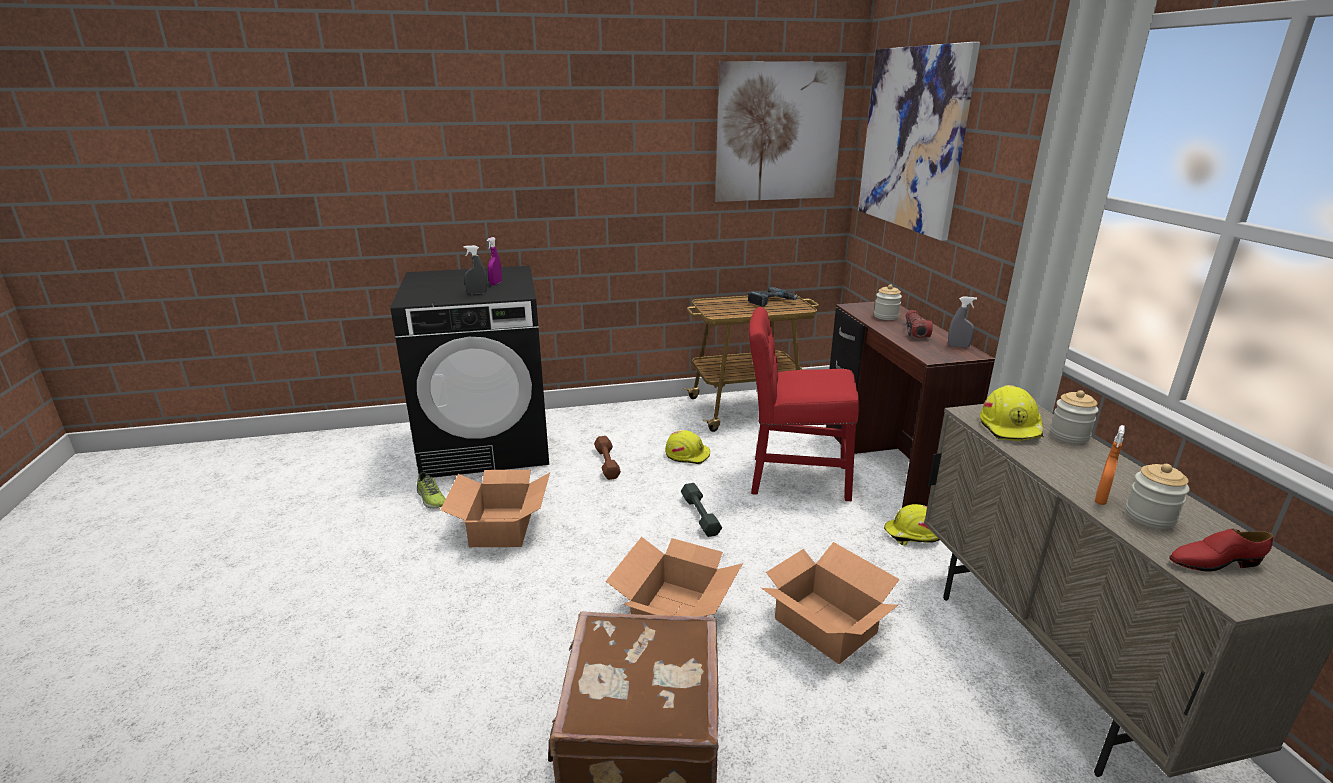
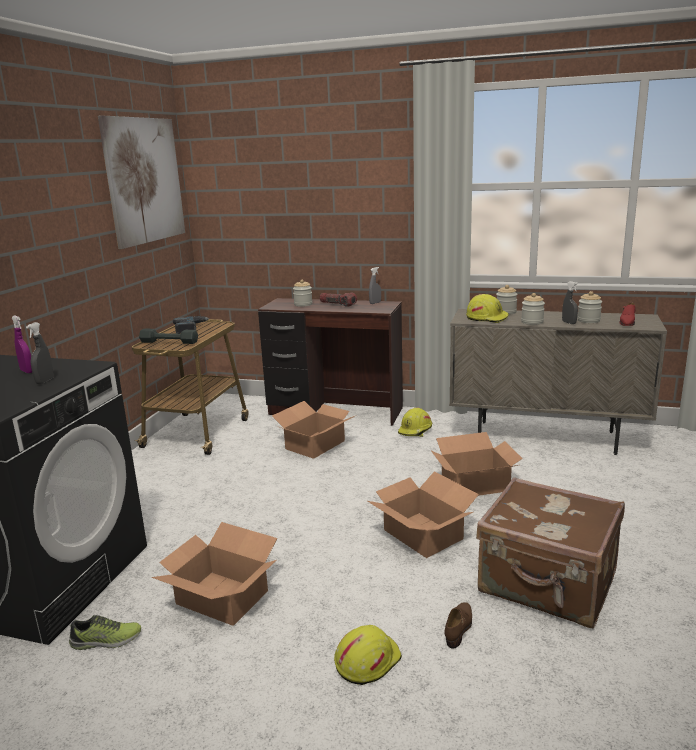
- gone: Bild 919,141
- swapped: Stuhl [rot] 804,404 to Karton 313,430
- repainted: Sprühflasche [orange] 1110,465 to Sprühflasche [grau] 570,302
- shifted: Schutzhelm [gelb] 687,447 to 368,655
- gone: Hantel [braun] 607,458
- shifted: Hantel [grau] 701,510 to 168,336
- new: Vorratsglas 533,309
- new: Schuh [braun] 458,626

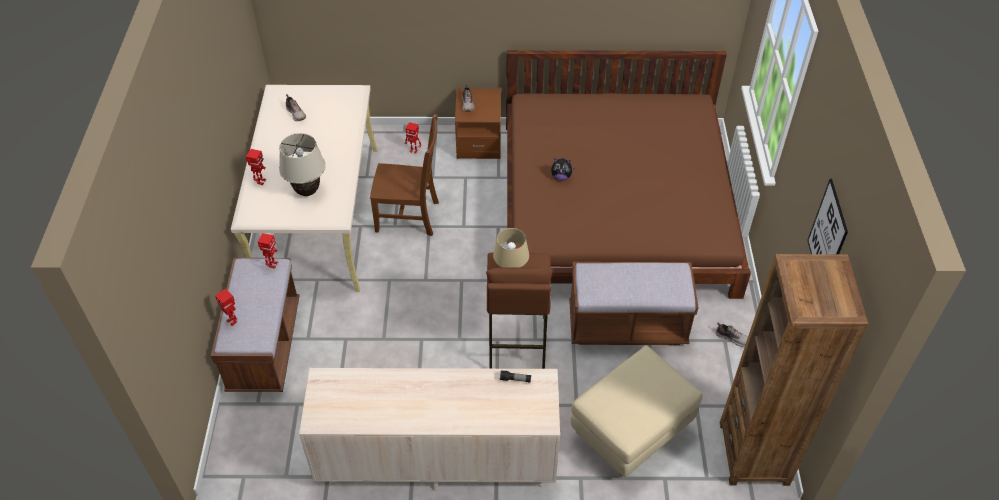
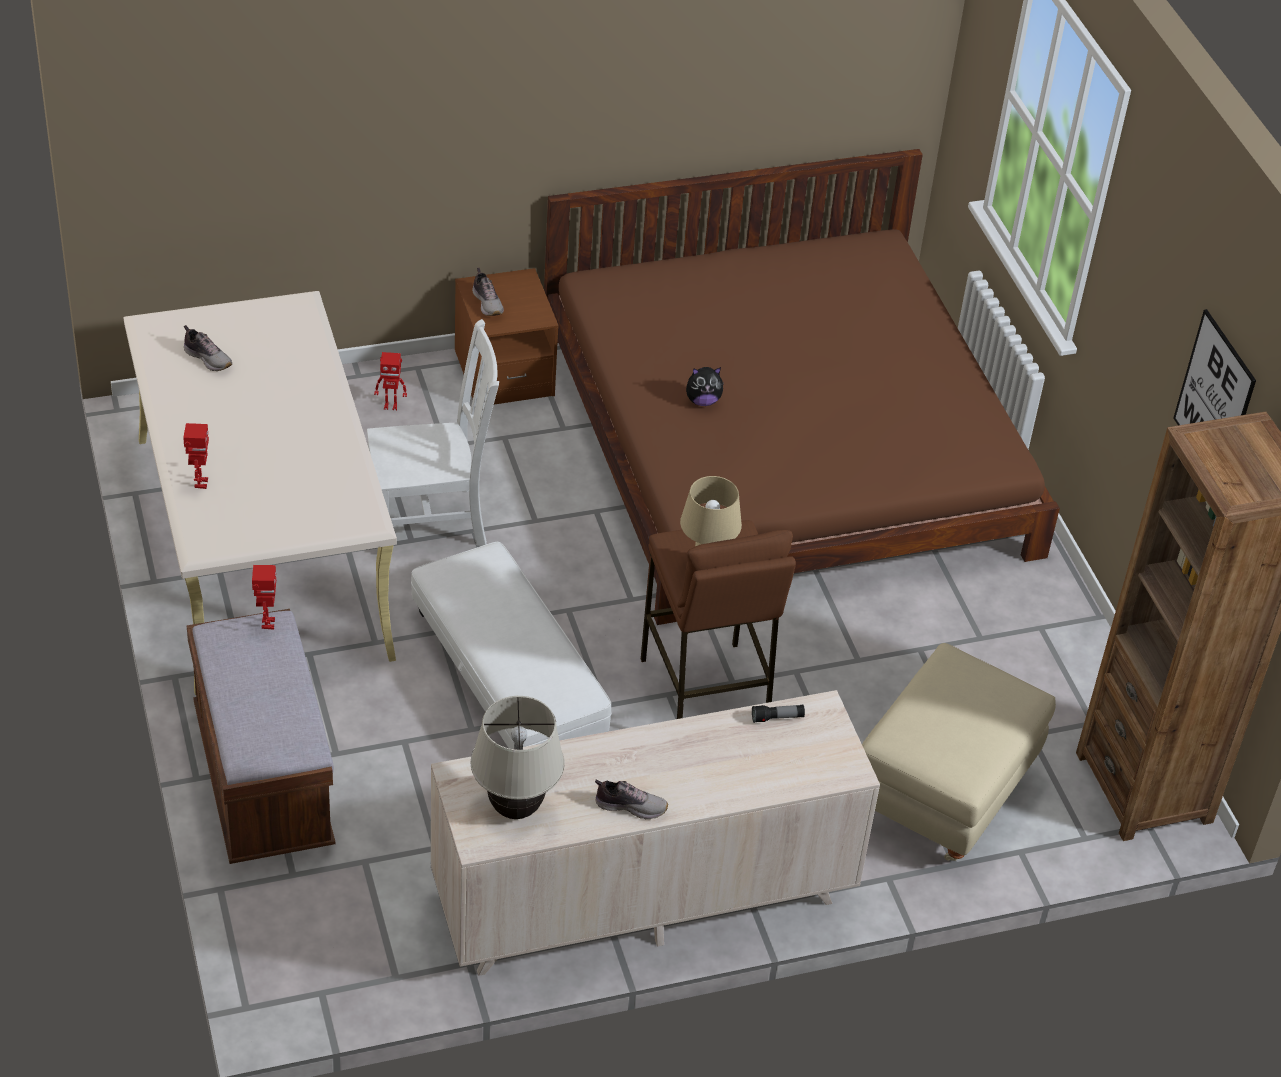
- repainted: Stuhl [braun] 404,175 to Stuhl [weiß] 433,432
- shifted: Tischlampe [beige] 302,164 to 518,757
- gone: Bank [braun] 634,303
- gone: Spielzeugroboter 226,307
- shifted: Schuh 732,335 to 631,799
- new: Polsterhocker [weiß] 511,645

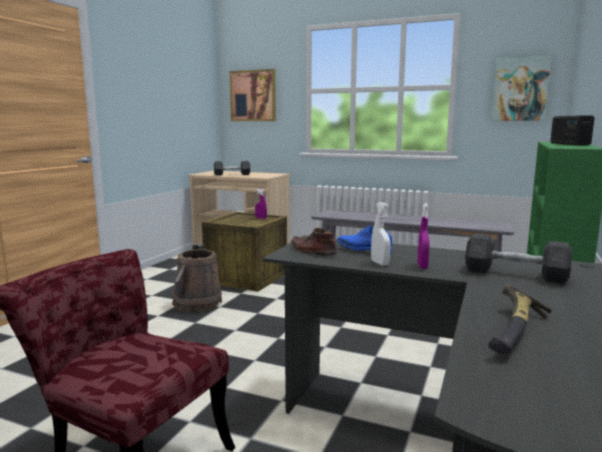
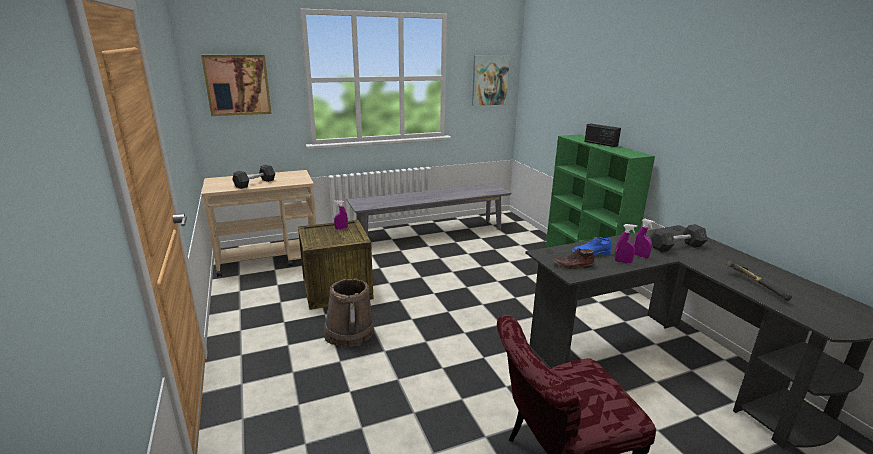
- repainted: Sprühflasche [weiß] 381,234 to Sprühflasche [lila] 626,244

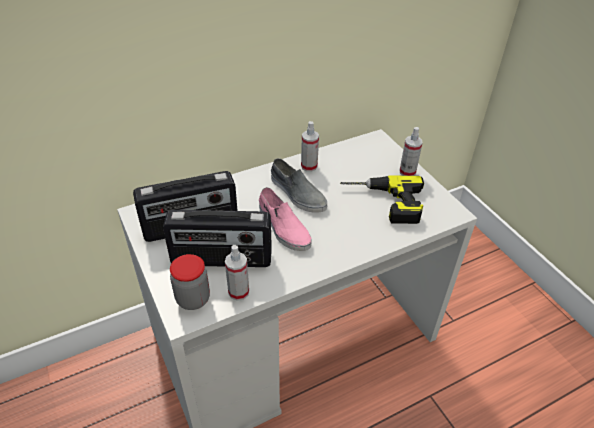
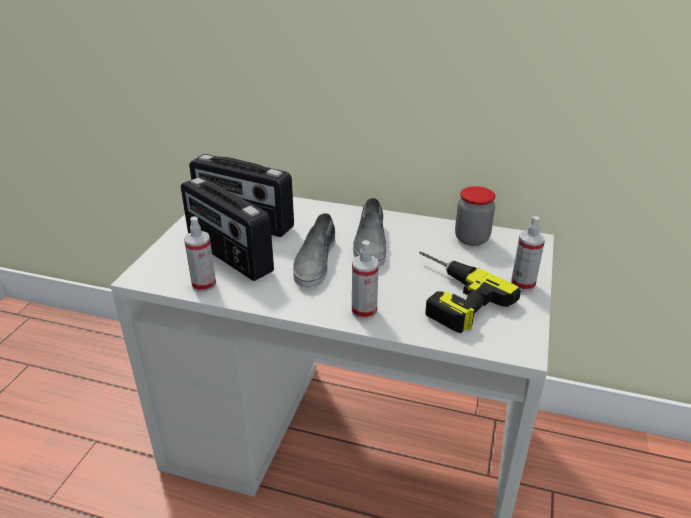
- shifted: Sprühflasche 310,146 to 365,279
- repainted: Schuh [rosa] 285,219 to Schuh [grau] 314,250
- shifted: Vorratsglas 190,282 to 475,216

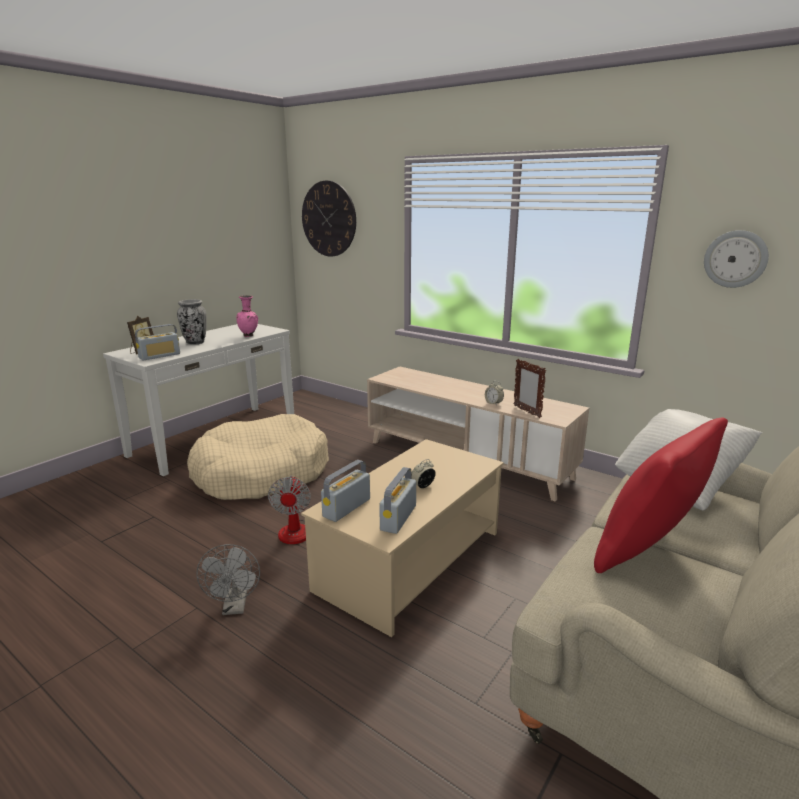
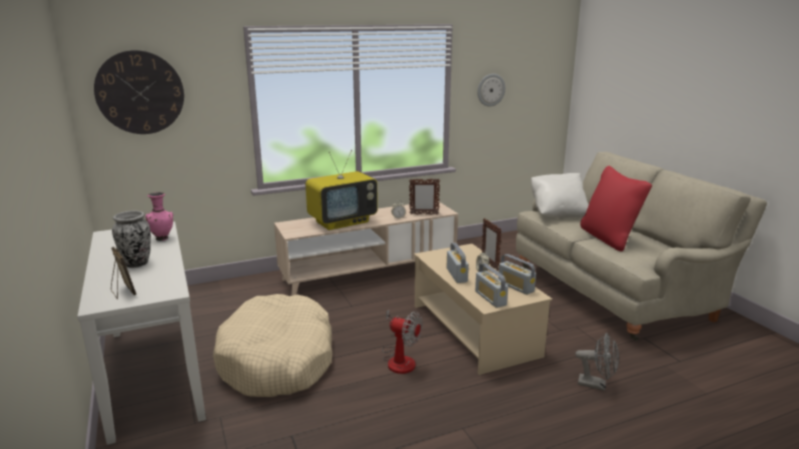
- shifted: Radio 157,342 to 458,263
- shifted: Ventilator [grau] 228,579 to 597,362
- new: Fernseher 341,190
- new: Bilderrahmen 491,244

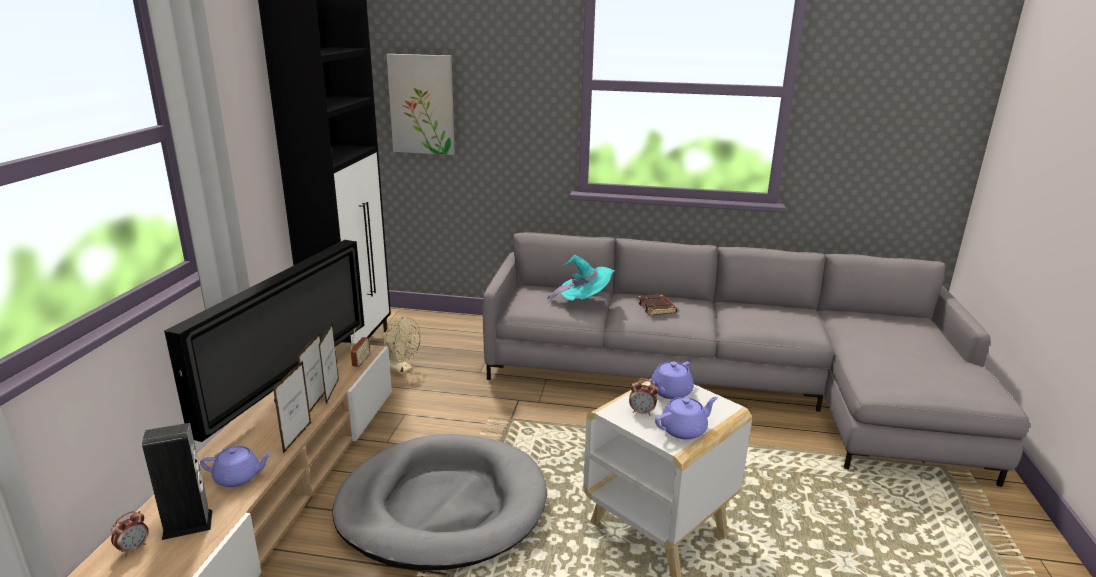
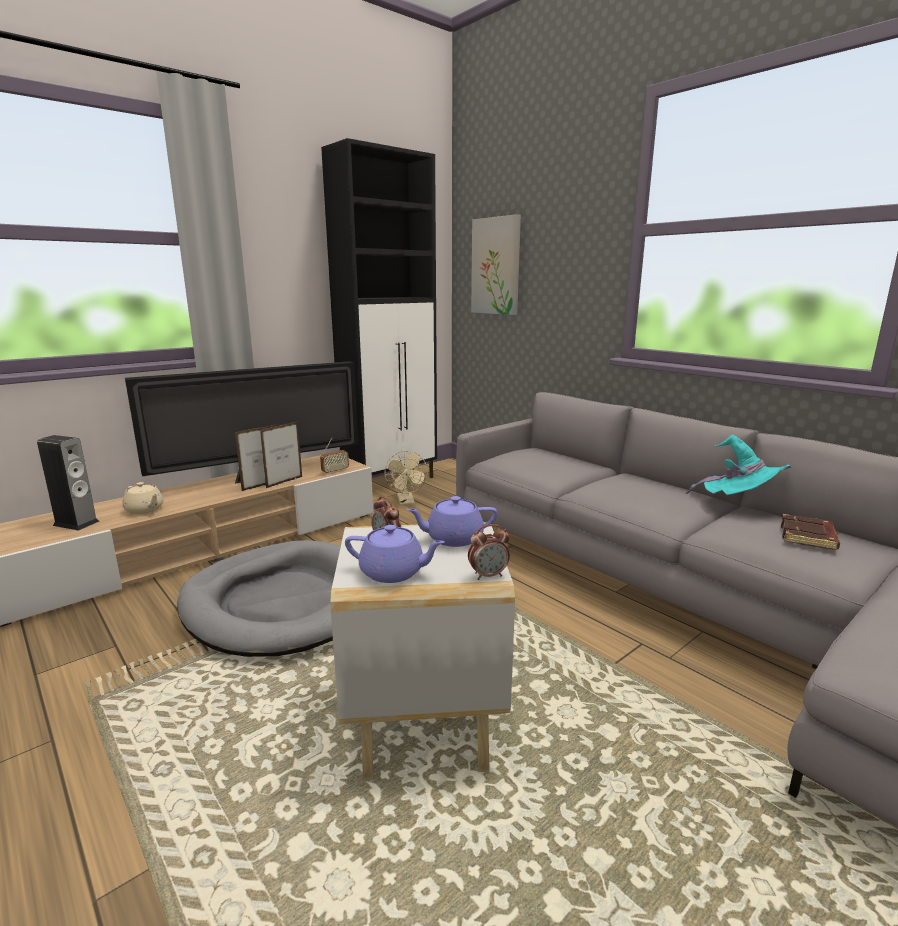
- shifted: Hut [türkis] 581,279 to 738,465
- shifted: Buch [braun] 657,304 to 810,532
- gone: Bilderrahmen 292,407
- repainted: Teekanne [lila] 236,466 to Teekanne [beige] 143,498
- shifted: Wecker 130,533 to 489,552

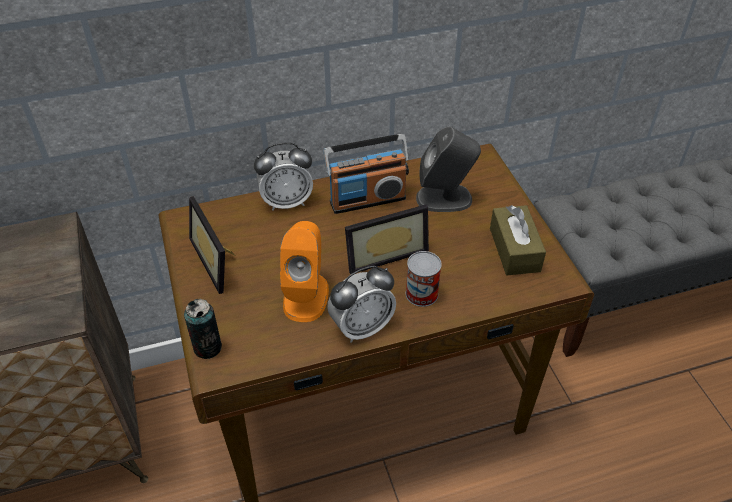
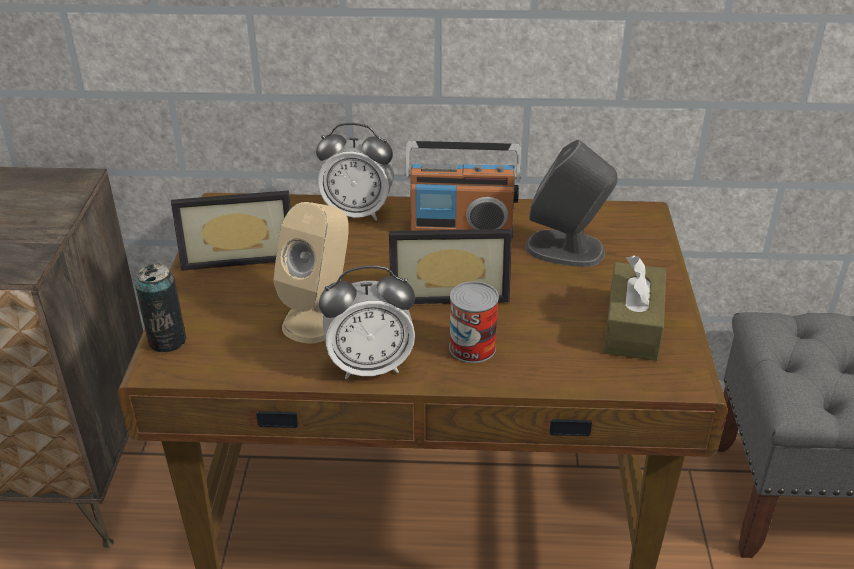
- rotated: Bilderrahmen 212,245 = 231,230 90 degrees counterclockwise
- repainted: Lautsprecher [orange] 304,271 to Lautsprecher [beige] 311,273

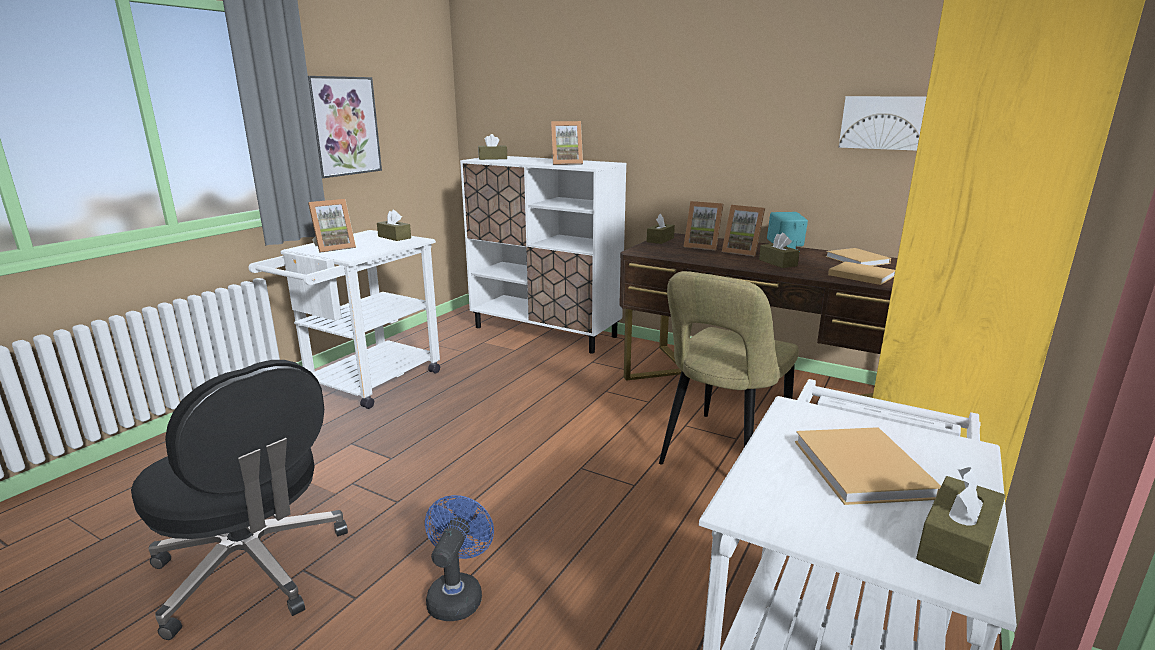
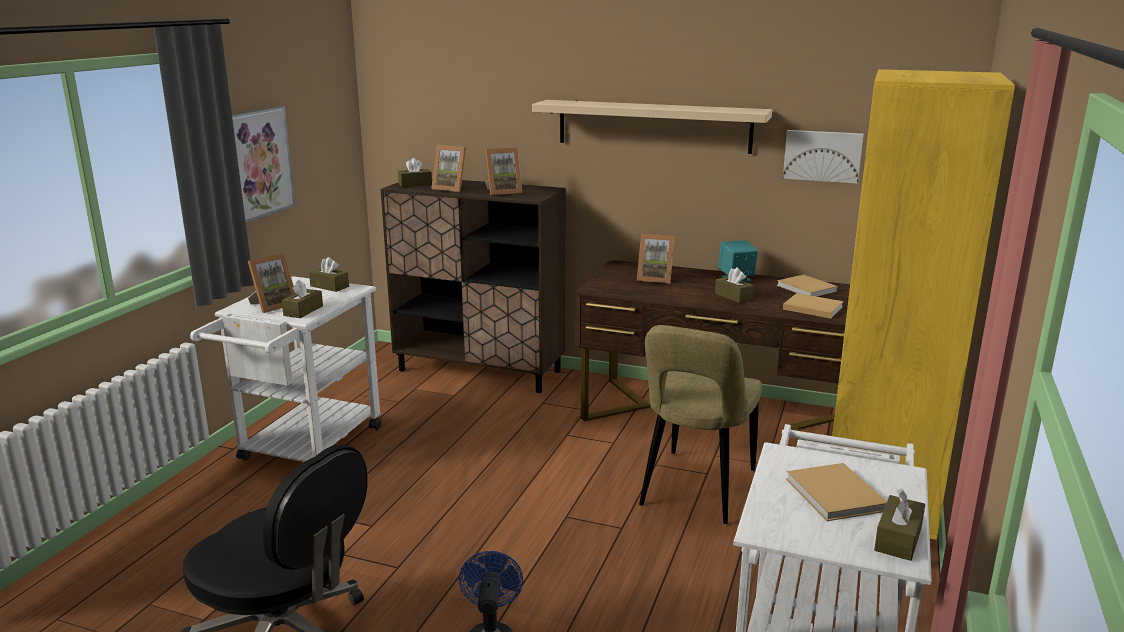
- repainted: Schrank [weiß] 543,255 to Schrank [braun] 473,285
- shifted: Bilderrahmen 743,231 to 448,168
- shifted: Taschentuchbox [braun] 661,228 to 302,298
- new: Wandregal [beige] 652,127

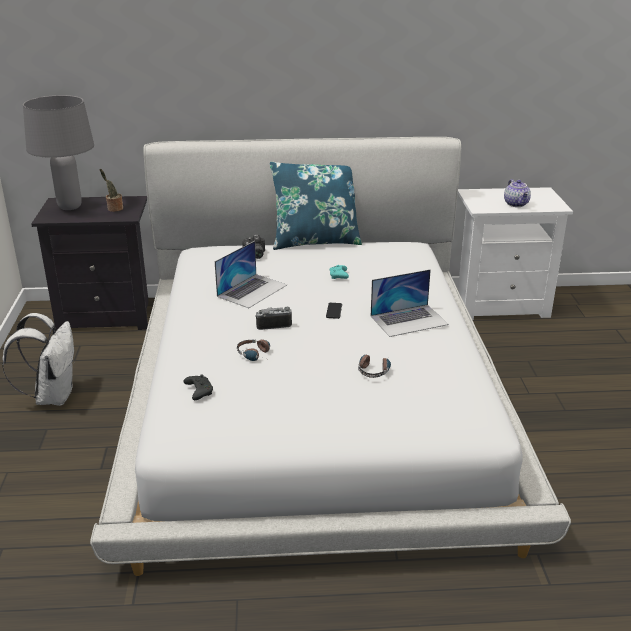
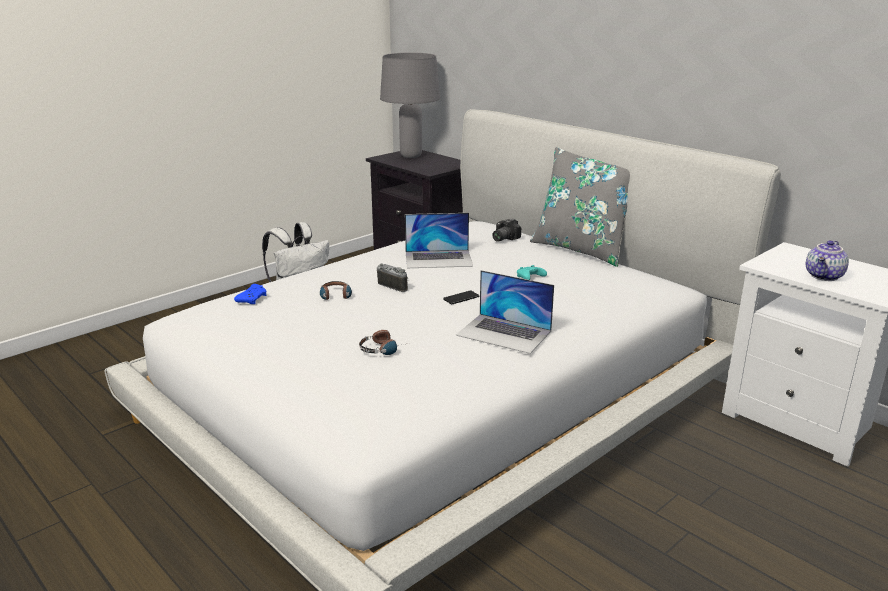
- repainted: Kissen [blau] 316,206 to Kissen [grau] 580,207
- gone: Topfpflanze 111,190
- repainted: Gamepad [schwarz] 198,387 to Gamepad [blau] 250,294

